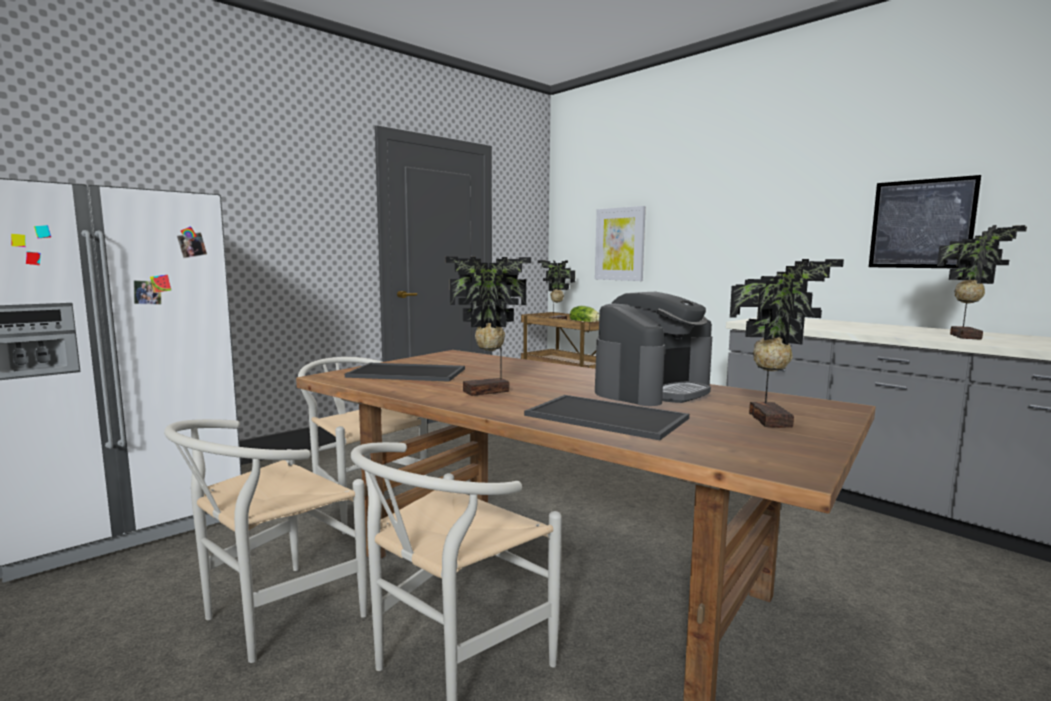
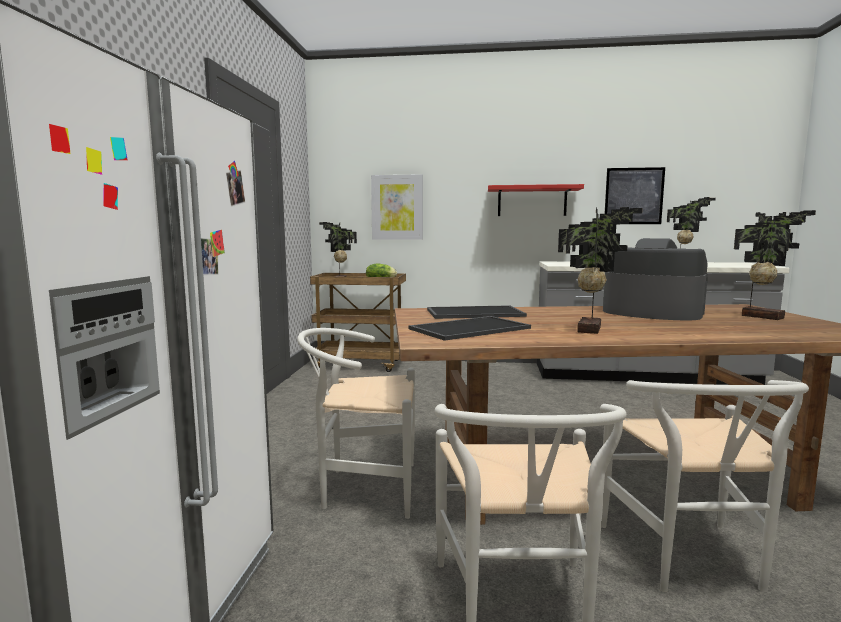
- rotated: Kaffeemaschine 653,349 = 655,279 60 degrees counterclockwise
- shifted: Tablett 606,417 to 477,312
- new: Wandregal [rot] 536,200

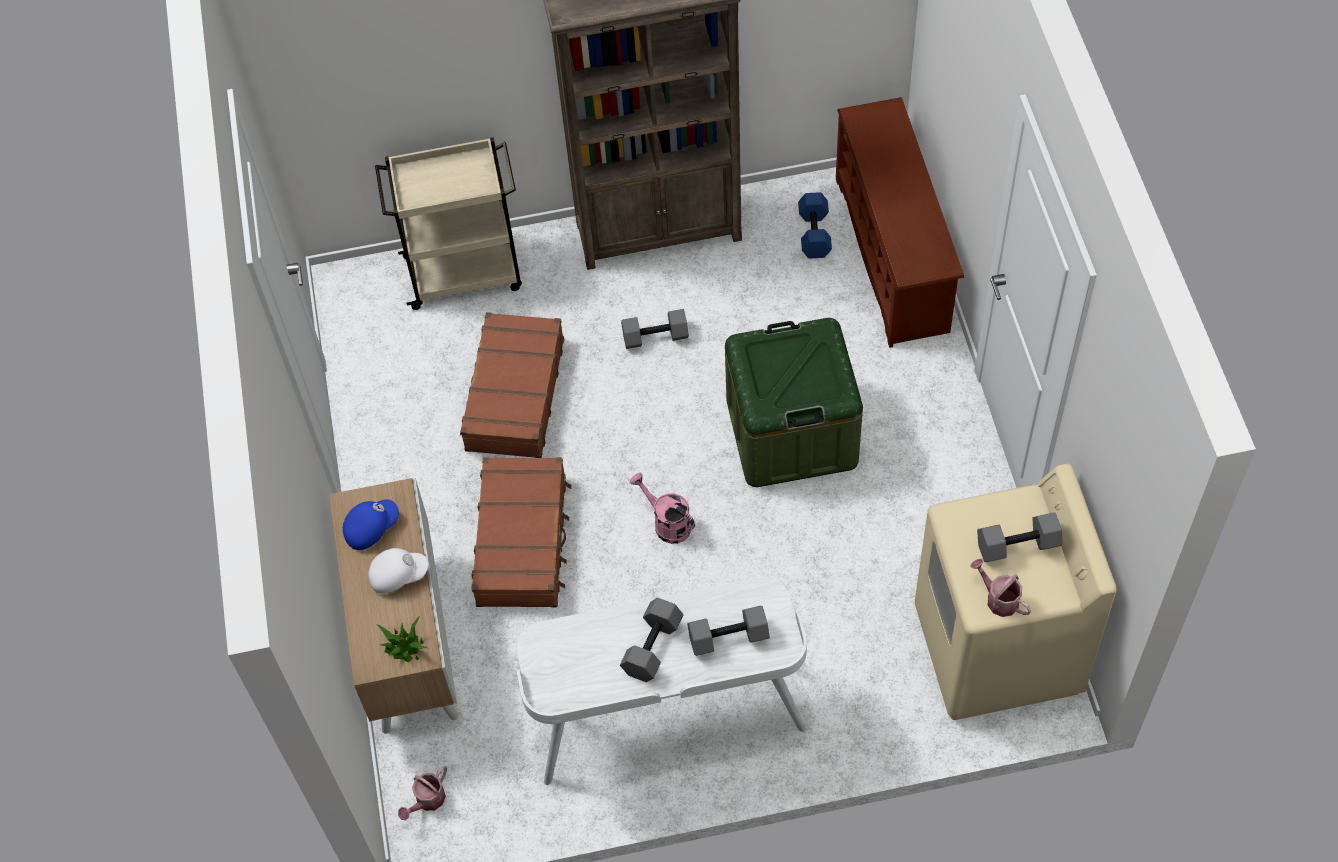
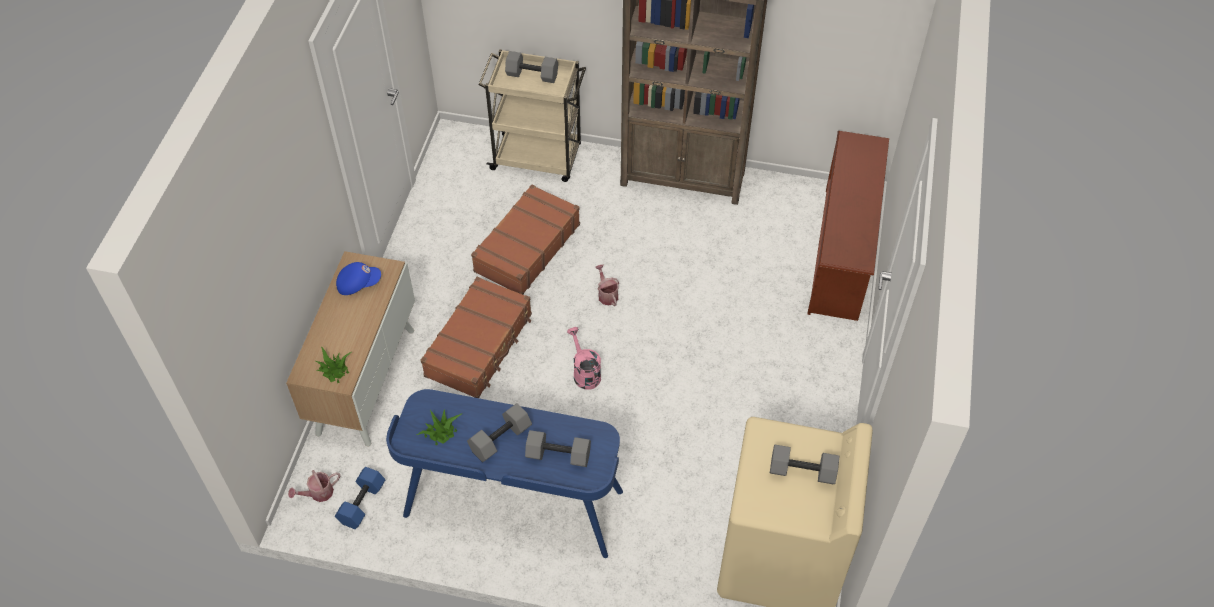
- shifted: Hantel [blau] 815,225 to 360,498
- shifted: Hantel [grau] 655,329 to 531,67
- gone: Aufbewahrungsbox [grün] 794,402
- gone: Kappe [weiß] 398,571
- shifted: Gießkanne 1000,588 to 607,285
- repainted: Schreibtisch [weiß] 661,681 to Schreibtisch [blau] 504,473
- new: Topfpflanze 439,427

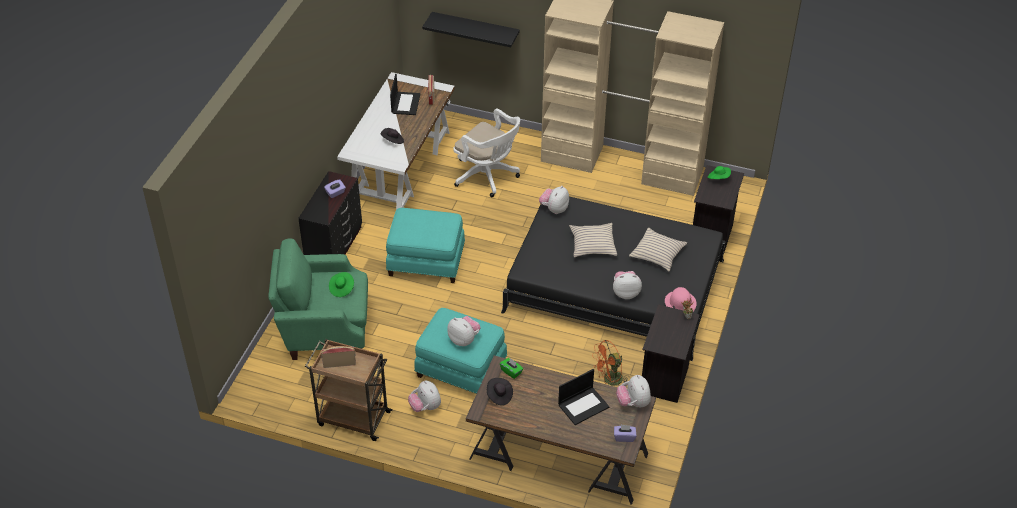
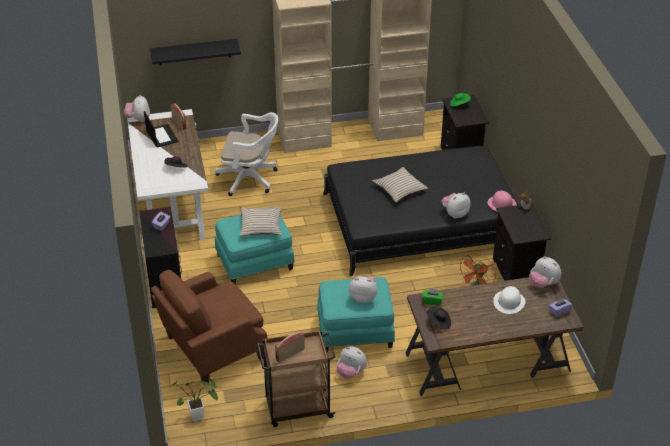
- shifted: Plüschtier 554,200 to 137,108
- shifted: Kissen [beige] 658,250 to 261,221
- repainted: Sessel [grün] 318,299 to Sessel [braun] 209,327
- gone: Hut [grün] 341,284
- swapped: Laptop 583,397 to Hut [weiß] 509,300
- new: Topfpflanze 194,400

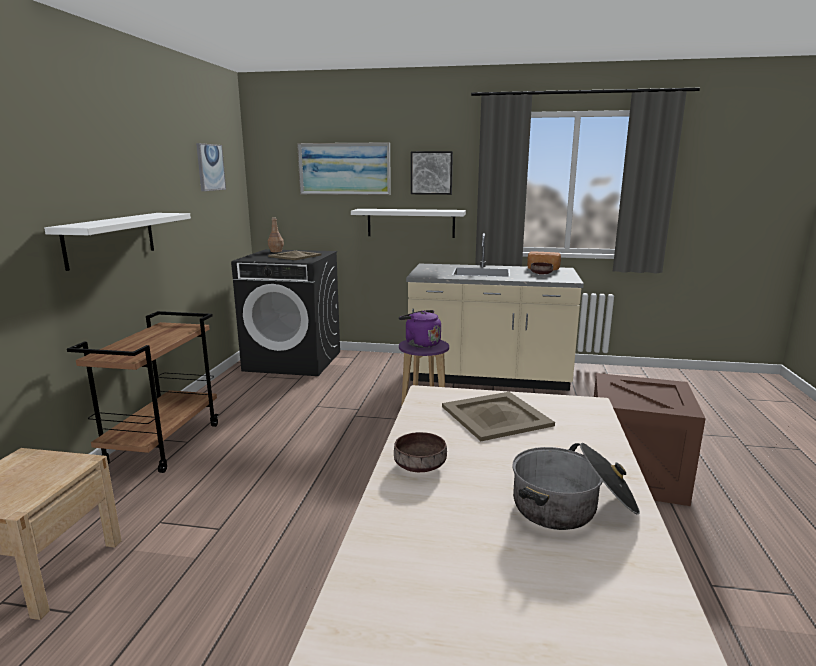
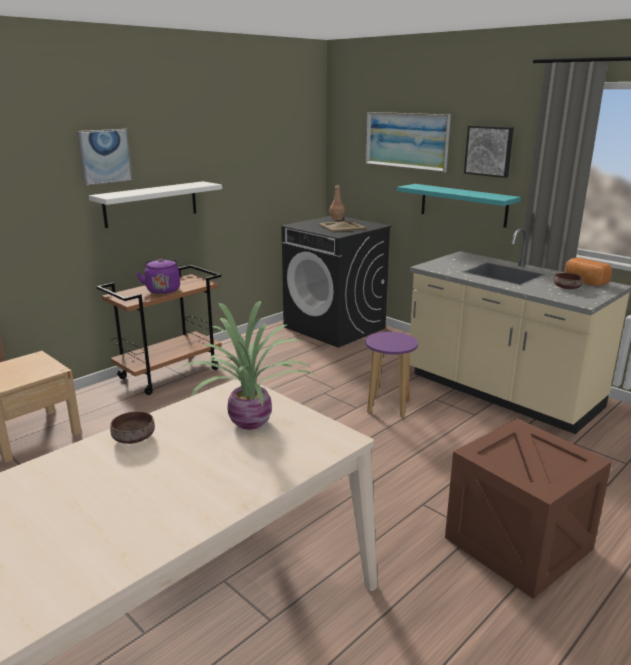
- shifted: Bild 211,167 to 104,157
- repainted: Wandregal [weiß] 408,223 to Wandregal [türkis] 459,206
- shifted: Wasserkessel [lila] 420,329 to 158,276
- swapped: Tablett [beige] 498,416 to Topfpflanze 248,365
- gone: Kochtopf 576,486

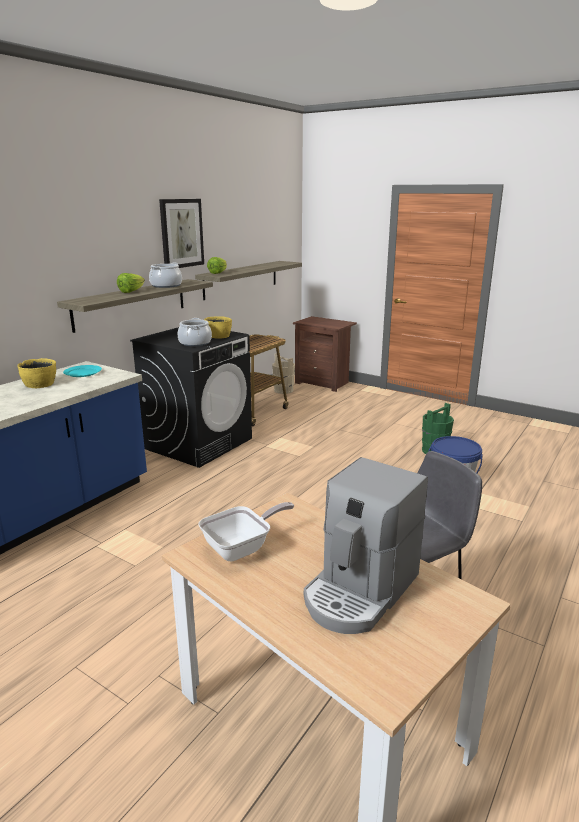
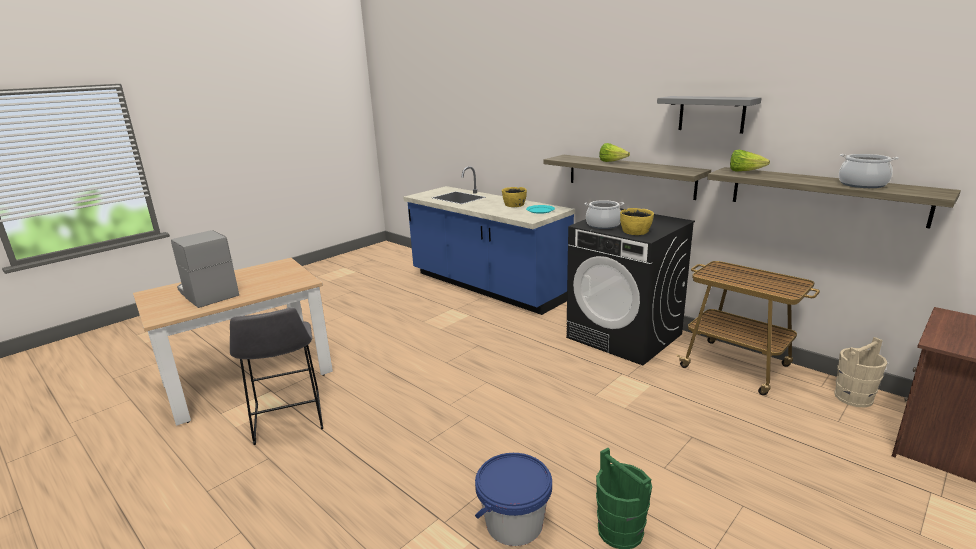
- swapped: Bild 181,233 to Wandregal [grau] 709,115
- shifted: Kochtopf 165,275 to 869,171
- gone: Pfanne 246,532

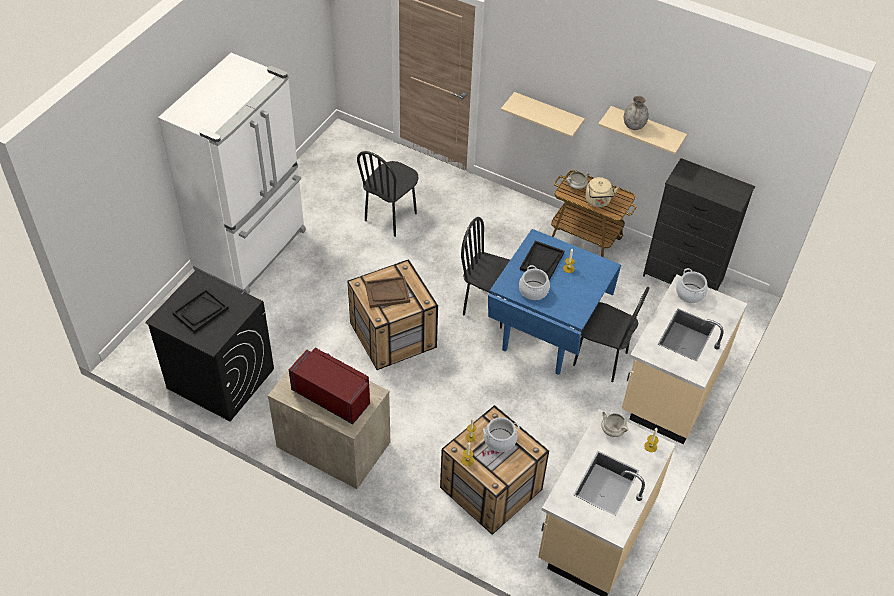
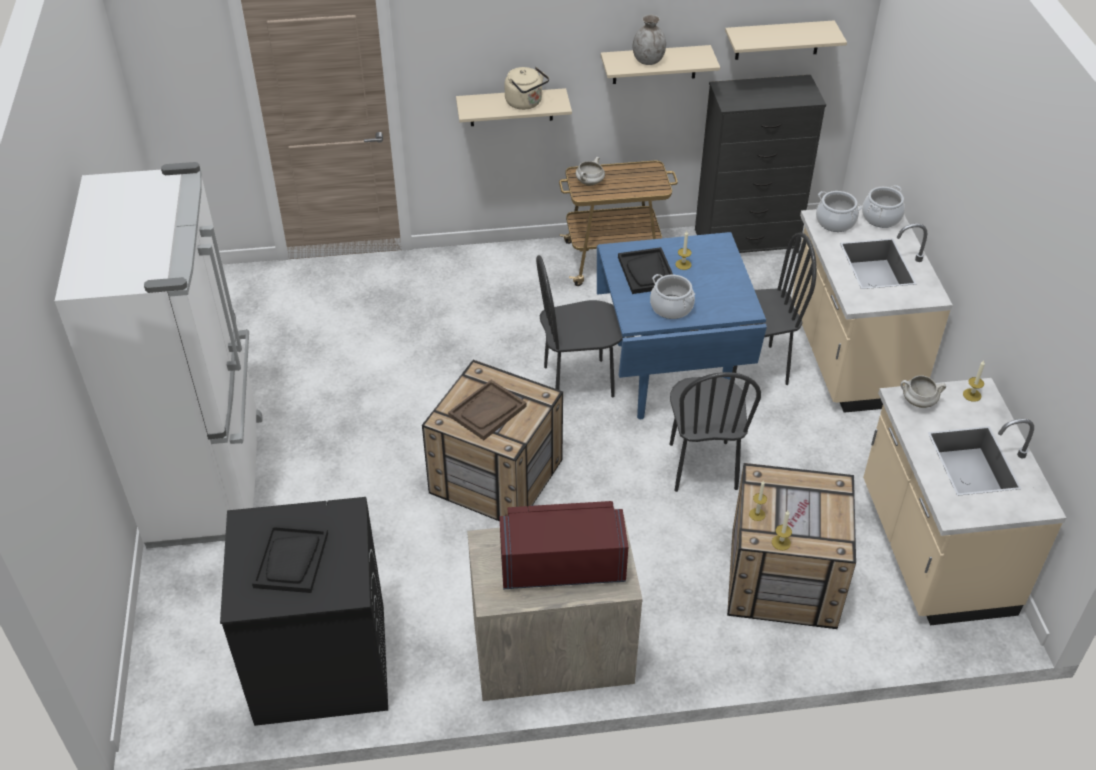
- shifted: Stuhl [schwarz] 388,194 to 715,432
- shifted: Wasserkessel [beige] 601,192 to 526,88
- shifted: Kochtopf 501,434 to 883,206
- new: Wandregal [beige] 786,40

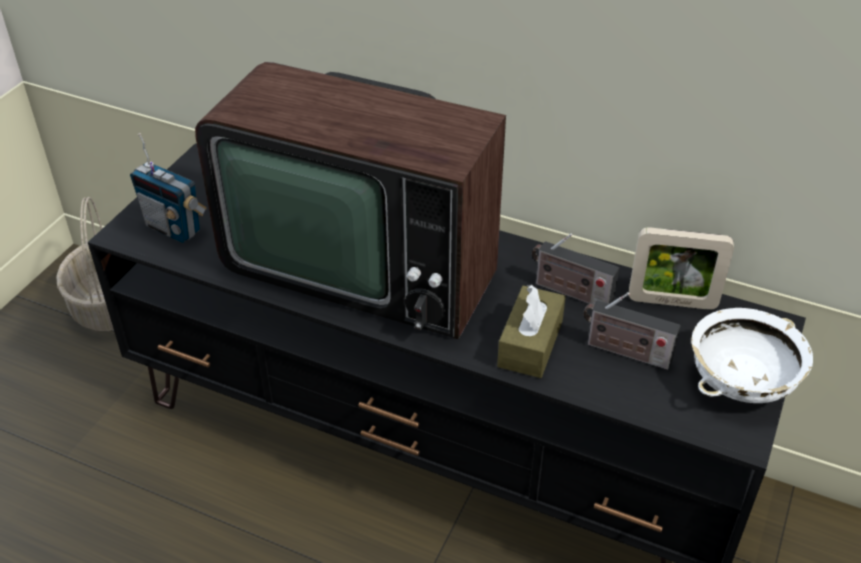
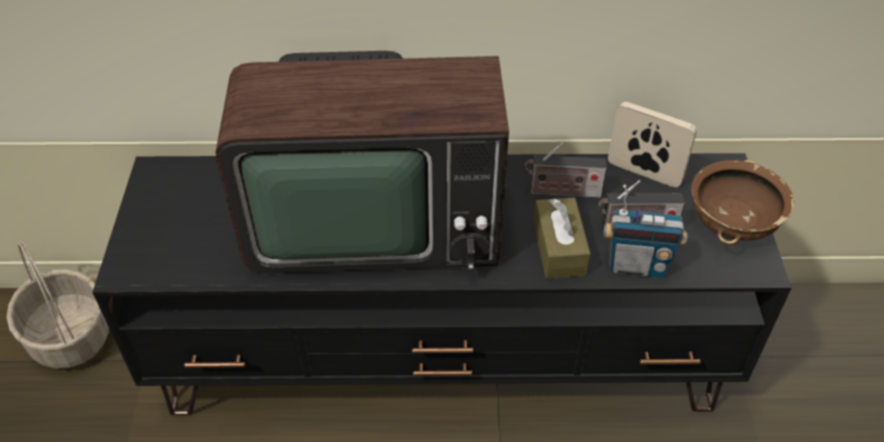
- shifted: Radio 168,188 to 645,231
- rotated: Bilderrahmen 681,268 = 652,144 135 degrees counterclockwise
- repainted: Schüssel [weiß] 752,355 to Schüssel [braun] 743,202

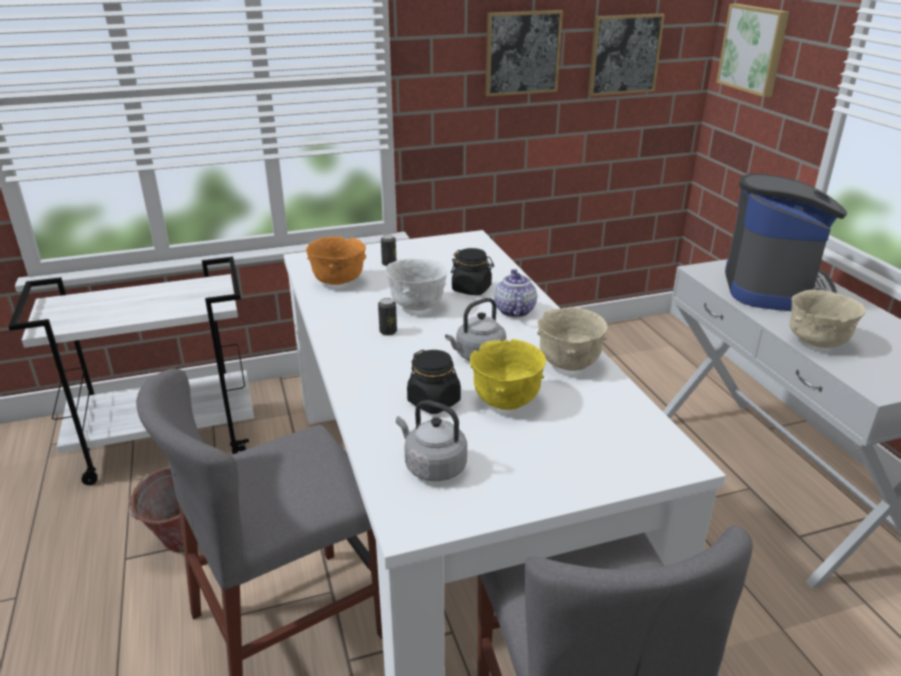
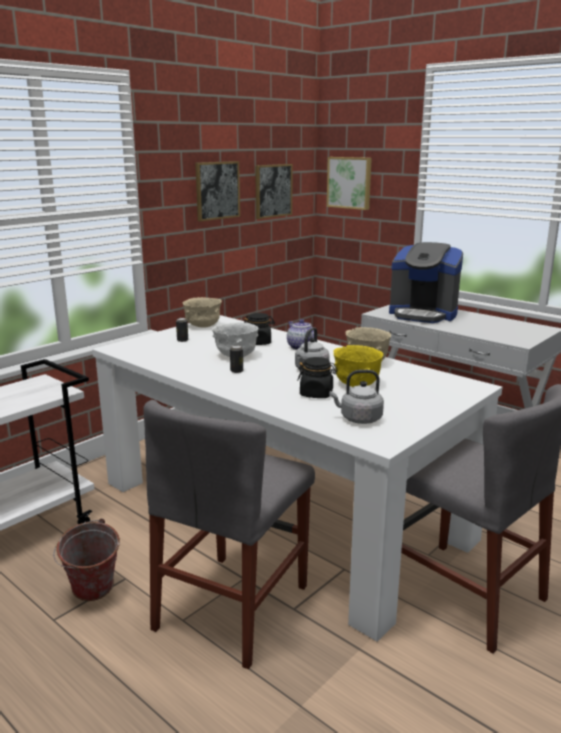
- rotated: Kaffeemaschine 786,242 = 426,282 135 degrees clockwise
- gone: Schüssel [orange] 336,260
- shifted: Schüssel [beige] 827,319 to 202,312

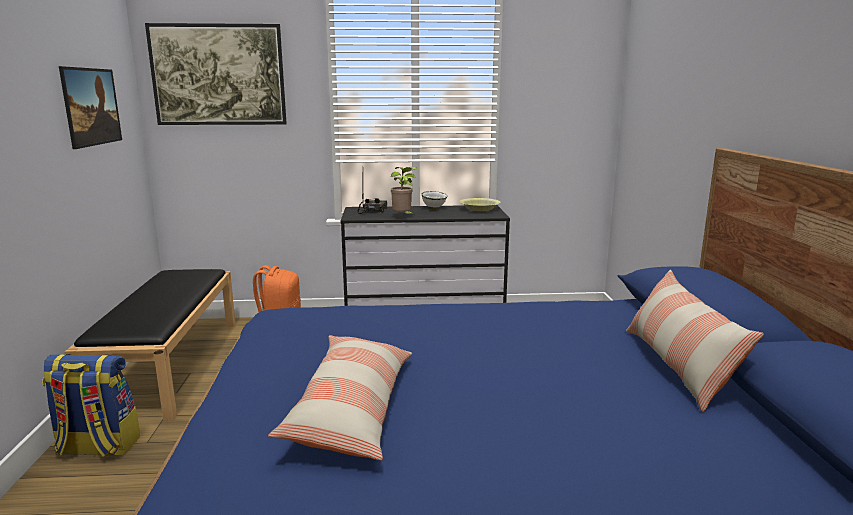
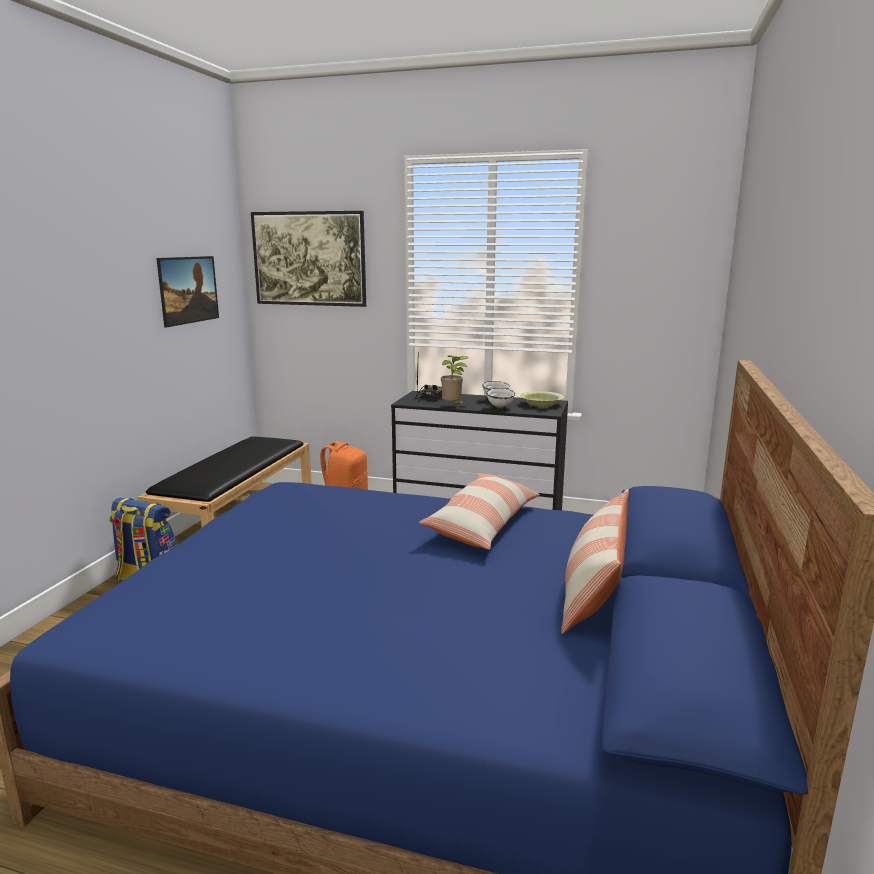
- shifted: Kissen 340,398 to 479,511
- new: Schüssel [weiß] 500,398

